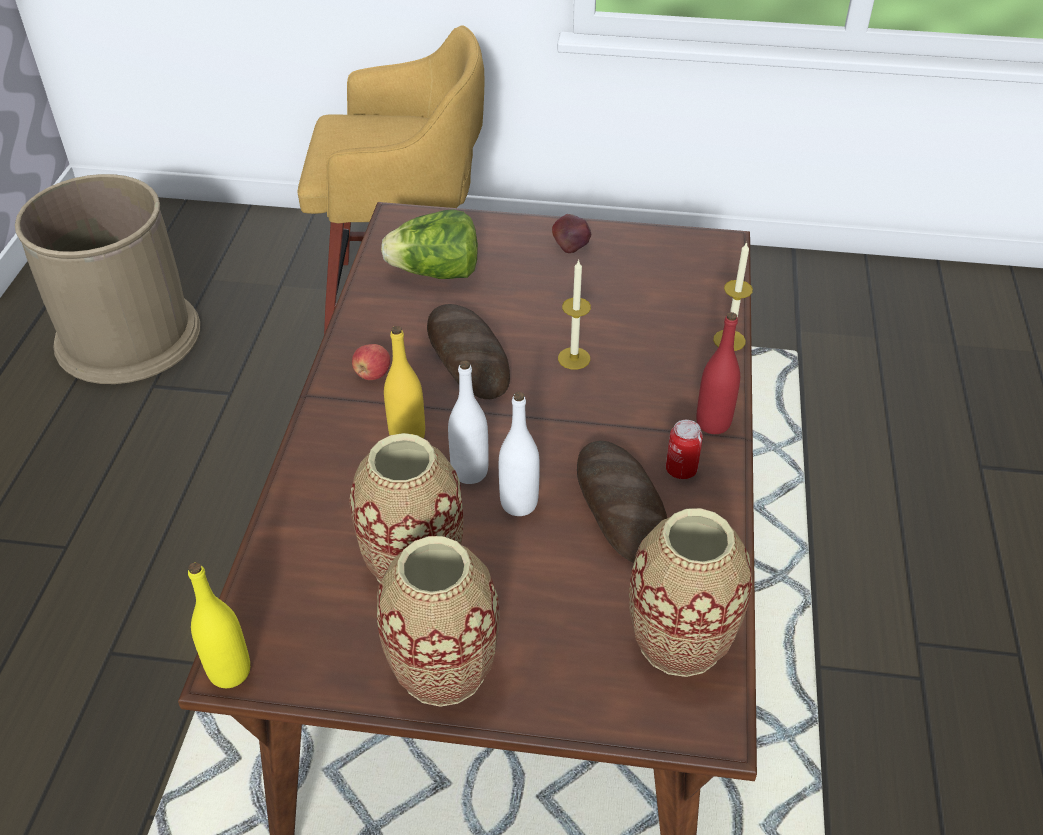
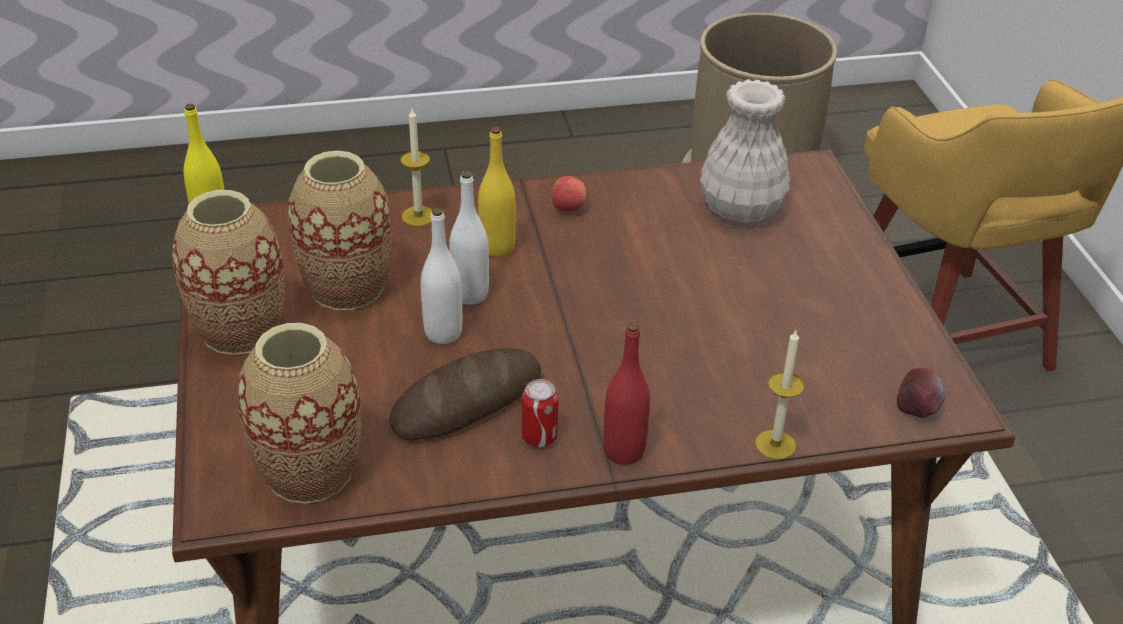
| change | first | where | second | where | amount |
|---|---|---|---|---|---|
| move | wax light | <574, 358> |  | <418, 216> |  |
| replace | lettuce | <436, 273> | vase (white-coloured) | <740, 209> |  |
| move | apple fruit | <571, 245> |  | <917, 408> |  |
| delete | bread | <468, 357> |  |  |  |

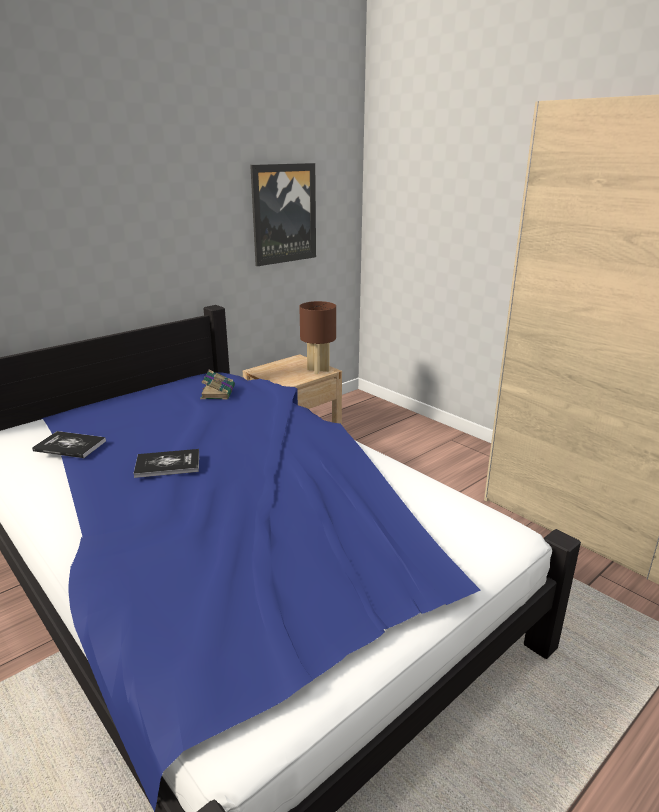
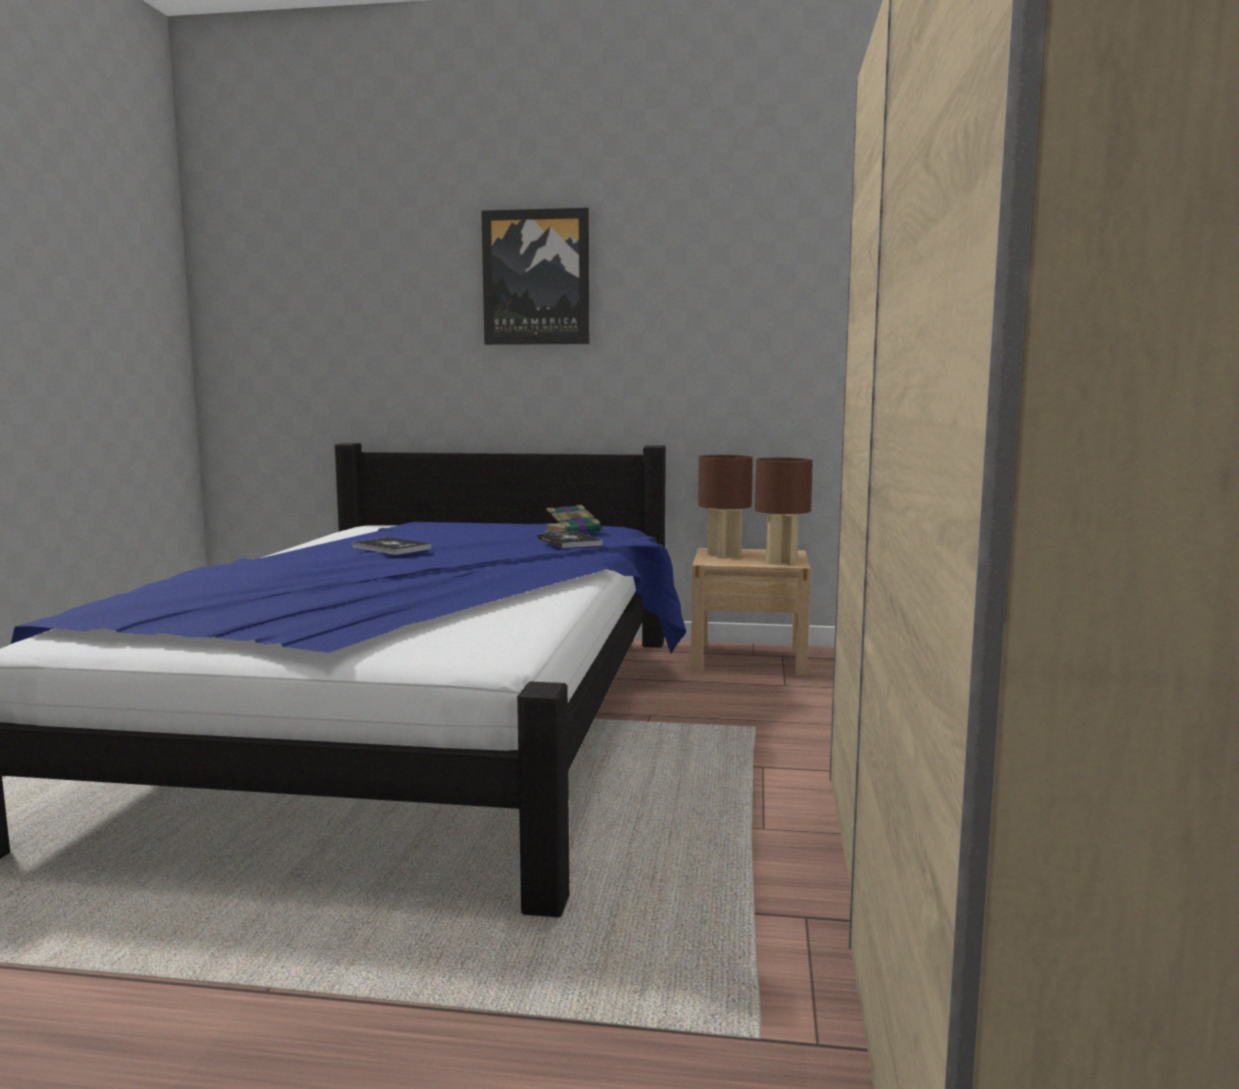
| change | first | where | second | where | amount |
|---|---|---|---|---|---|
| move | picture | <283, 214> |  | <536, 278> |  |
| move | book | <70, 446> |  | <569, 542> |  |
| insert |  |  | table lamp (brownish) | <724, 555> |  |

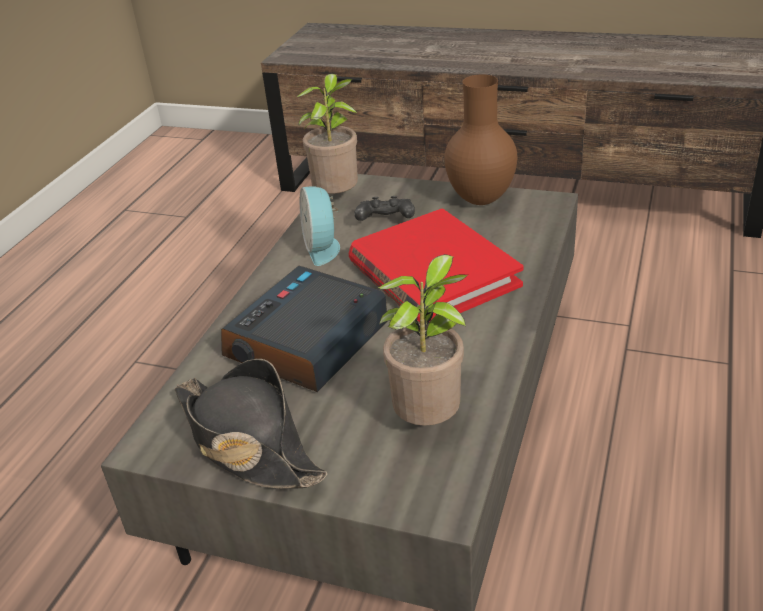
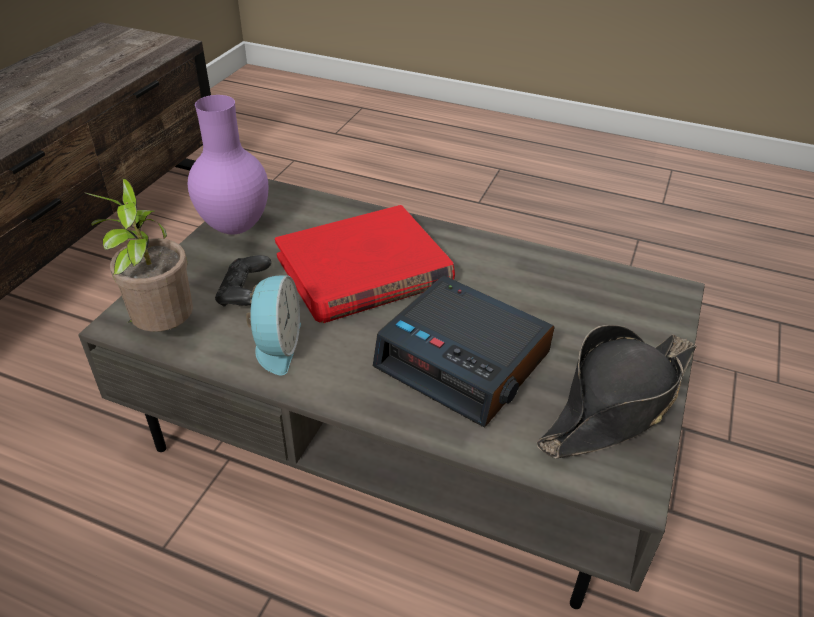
| change | first | where | second | where | amount |
|---|---|---|---|---|---|
| recolor | vase (brownish) | <479, 200> | vase (purplish) | <235, 229> |  |
| rotate | alarm clock | <323, 247> |  | <276, 346> | 75 degrees counterclockwise |
| delete | potted plant | <431, 421> |  |  |  |

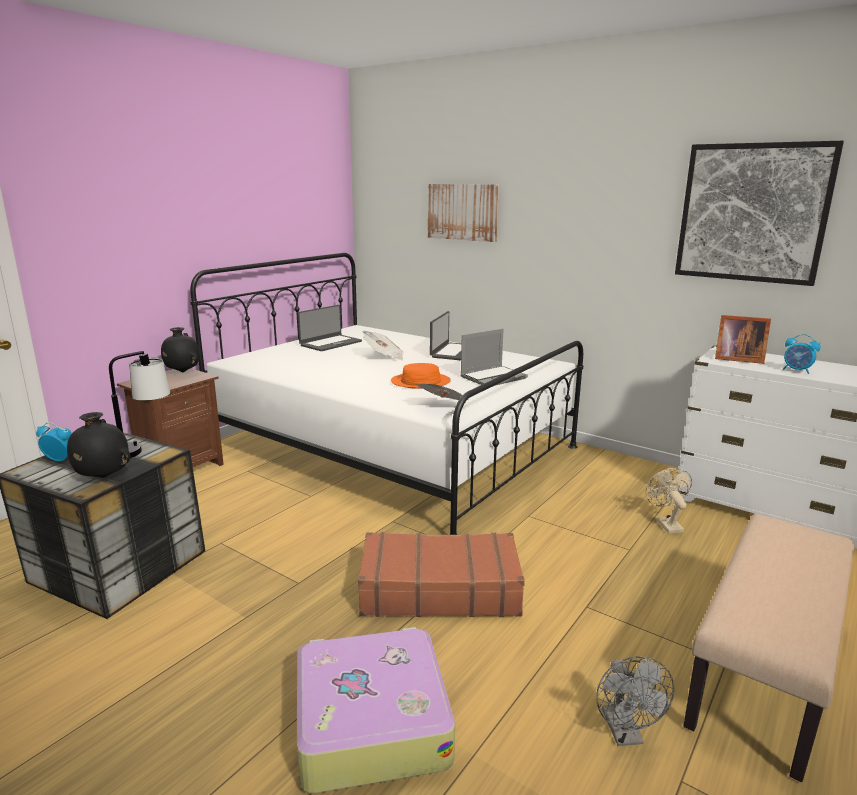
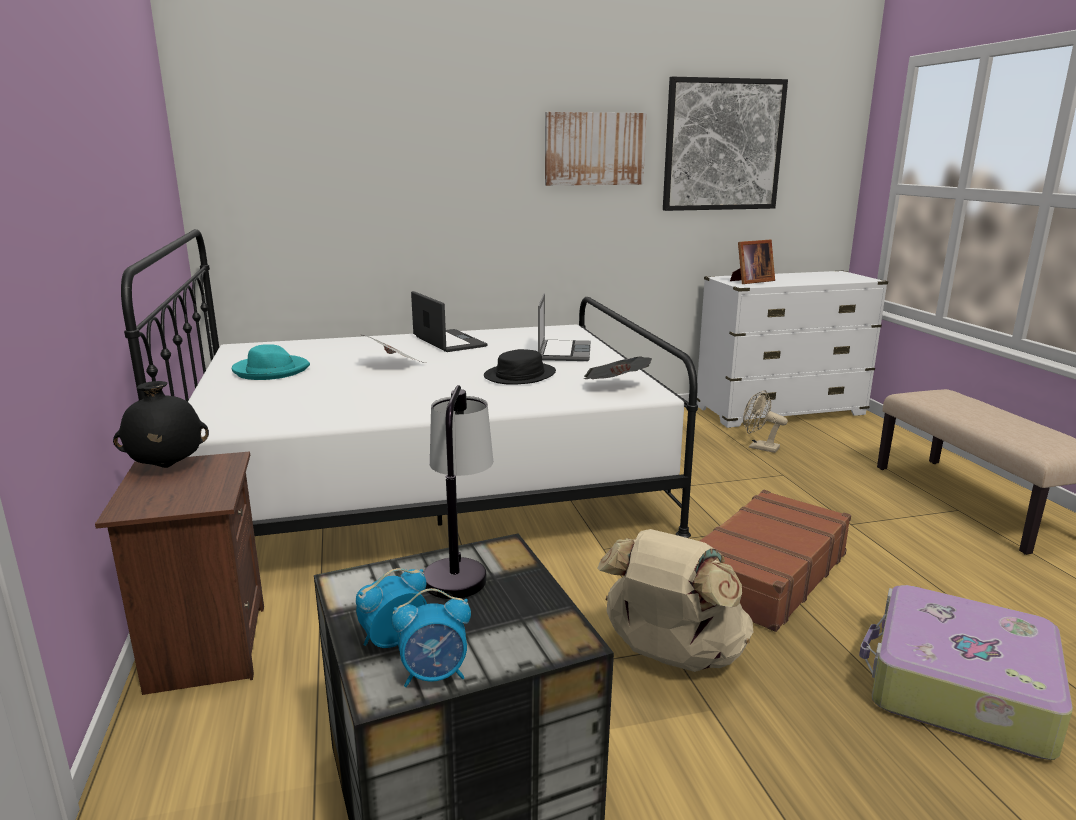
| change | first | where | second | where | amount |
|---|---|---|---|---|---|
| replace | laptop | <330, 343> | hat (blue-green) | <270, 370> |  |
| move | alarm clock | <797, 371> |  | <435, 675> |  |
| recolor | hat (orange-coloured) | <420, 382> | hat (black) | <520, 375> |  |
| move | picture | <462, 212> |  | <594, 149> |  |
| insert |  |  | rucksack (sand-coloured) | <671, 656> |  |
| delete | vase (black) | <102, 477> |  |  |  |
| delete | electric fan (grey) | <625, 734> |  |  |  |

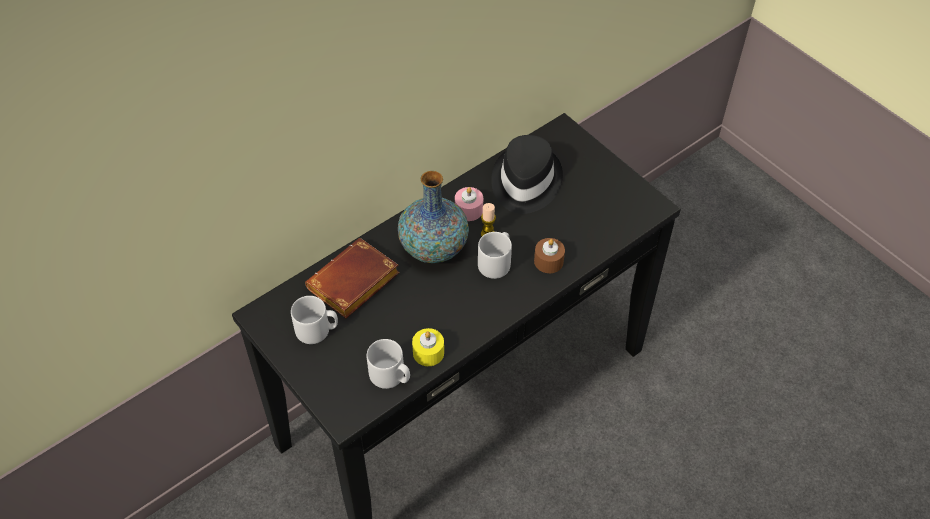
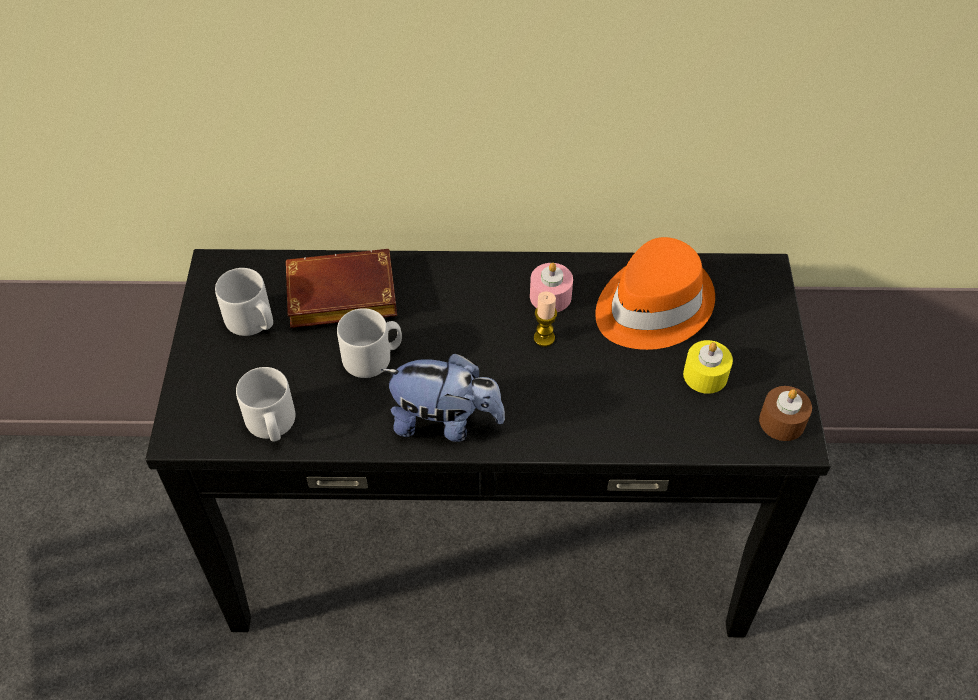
| change | first | where | second | where | amount |
|---|---|---|---|---|---|
| move | coffee mug (grey) | <496, 263> |  | <373, 358> |  |
| insert |  |  | cuddly toy | <445, 422> |  |
| recolor | hat (black) | <525, 182> | hat (orange-coloured) | <651, 306> |  |
| move | wax light (yellowish) | <428, 352> |  | <705, 375> |  |
| move | wax light (brownish) | <548, 261> |  | <782, 421> |  |
| delete | vase | <433, 247> |  |  |  |

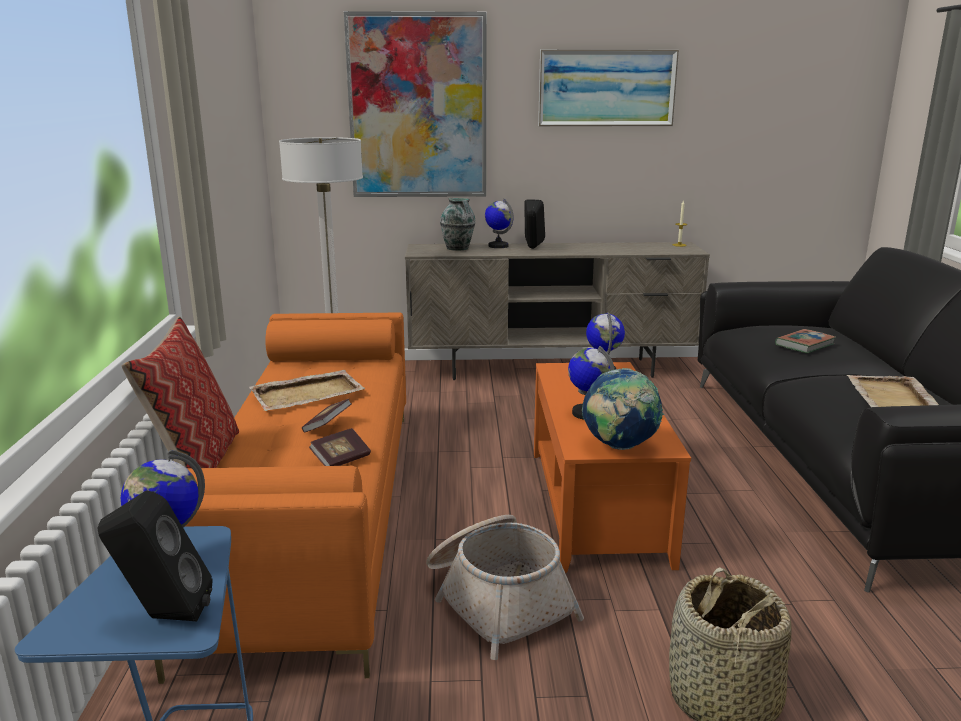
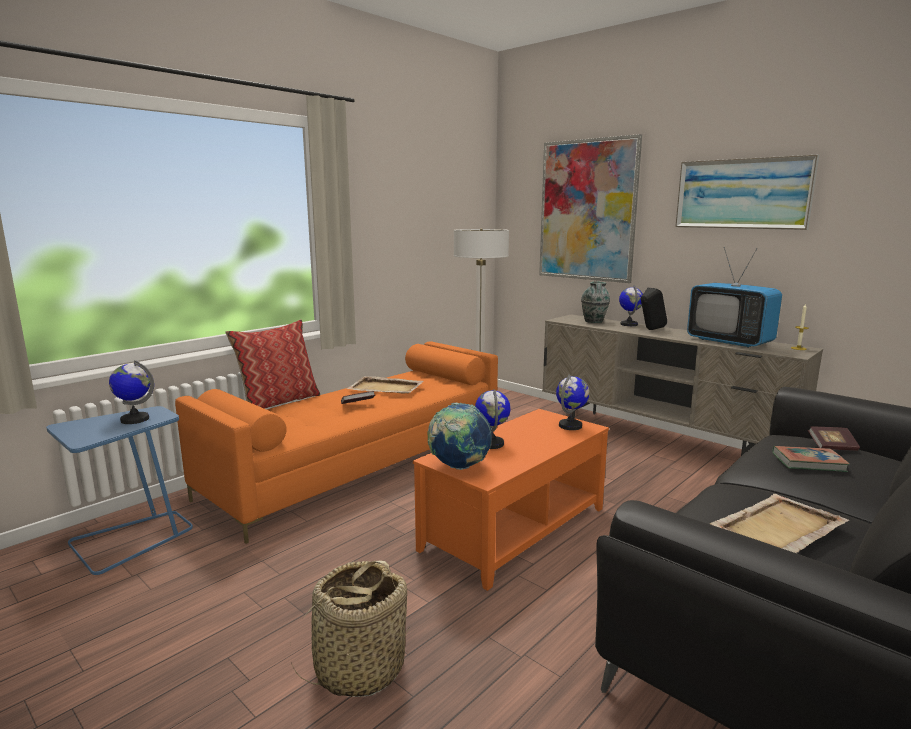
| change | first | where | second | where | amount |
|---|---|---|---|---|---|
| insert |  |  | television | <729, 342> |  |
| move | book | <341, 459> |  | <832, 447> |  |
| delete | audio speaker (black) | <163, 616> |  |  |  |
| delete | storage basket | <497, 599> |  |  |  |

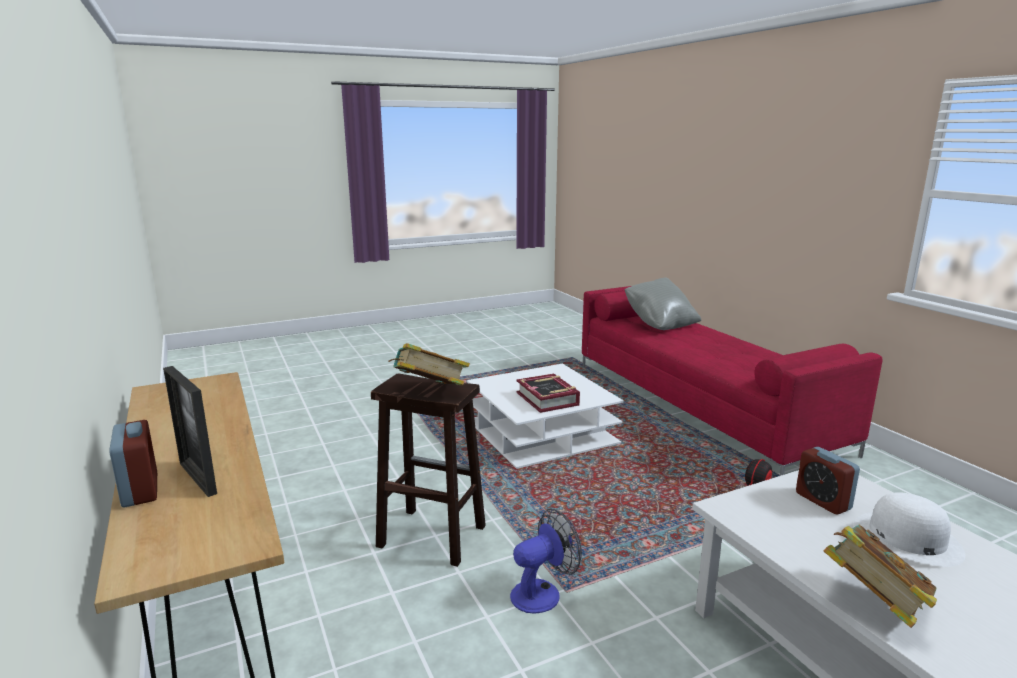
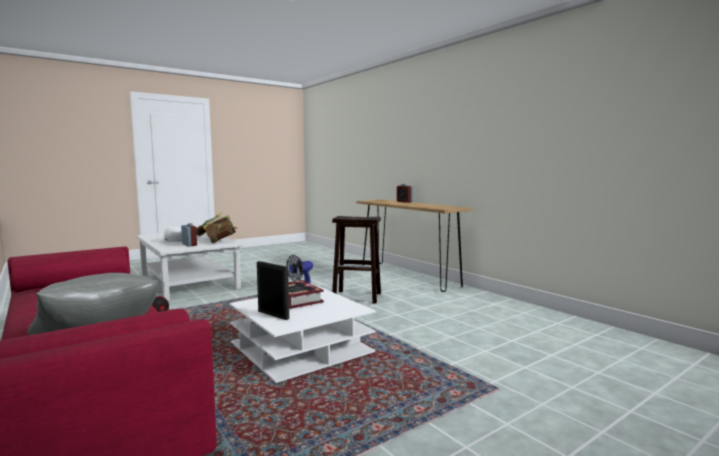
| change | first | where | second | where | amount |
|---|---|---|---|---|---|
| move | book | <429, 392> |  | <221, 241> |  |
| move | picture frame | <197, 478> |  | <273, 315> |  |

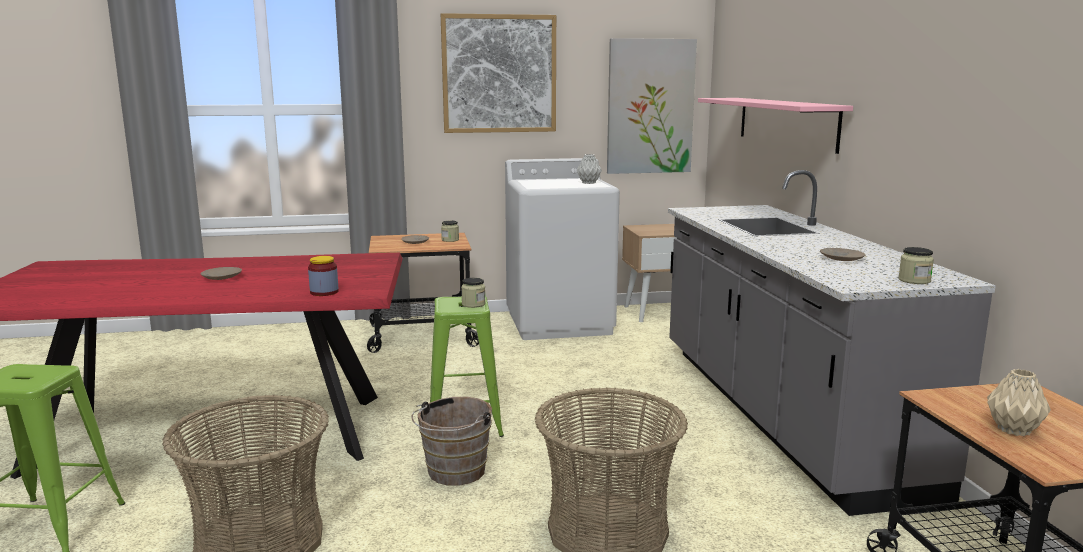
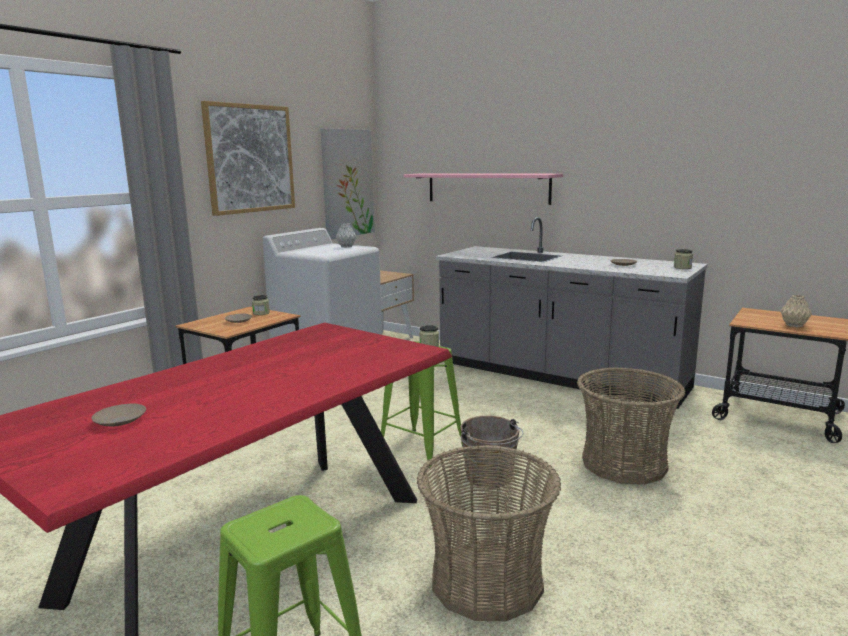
| change | first | where | second | where | amount |
|---|---|---|---|---|---|
| move | dinner plate (sand-coloured) | <221, 277> |  | <120, 421> |  |
| delete | jar | <324, 292> |  |  |  |

